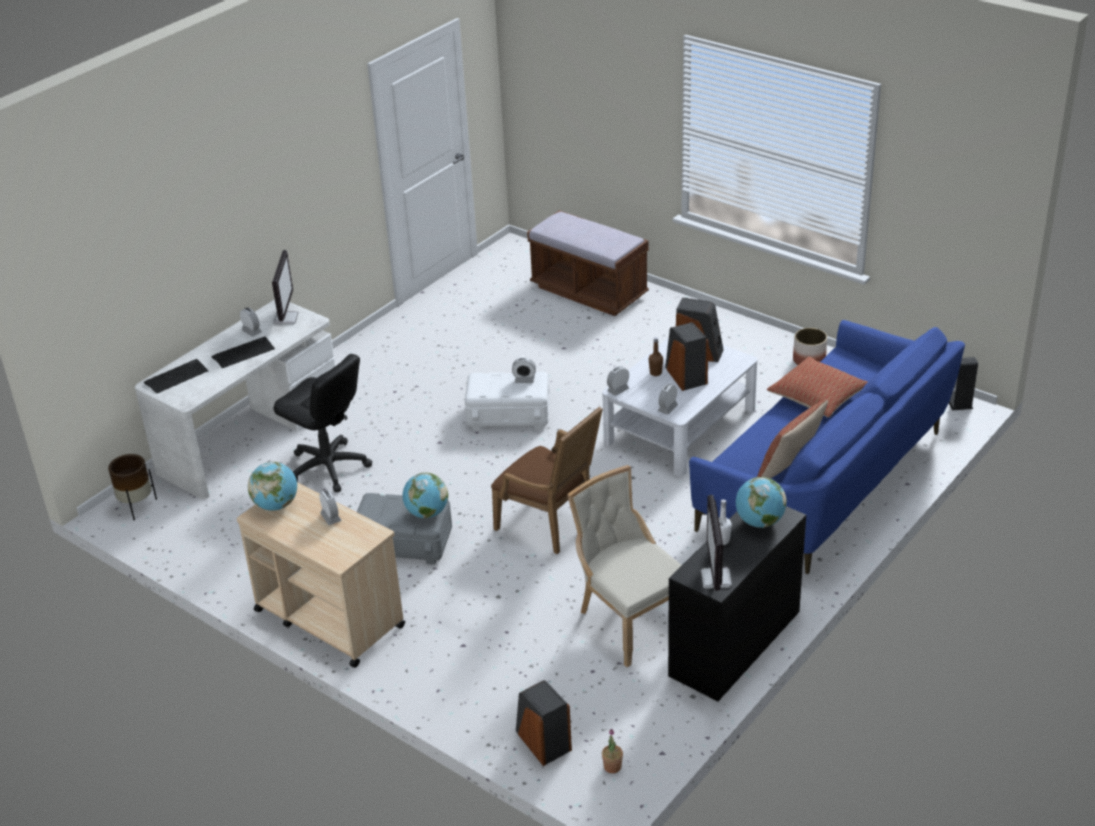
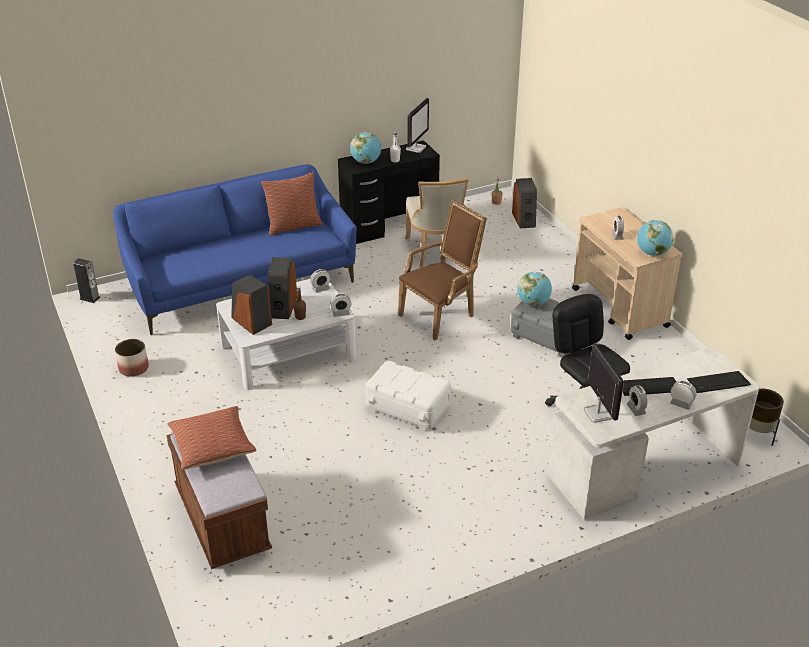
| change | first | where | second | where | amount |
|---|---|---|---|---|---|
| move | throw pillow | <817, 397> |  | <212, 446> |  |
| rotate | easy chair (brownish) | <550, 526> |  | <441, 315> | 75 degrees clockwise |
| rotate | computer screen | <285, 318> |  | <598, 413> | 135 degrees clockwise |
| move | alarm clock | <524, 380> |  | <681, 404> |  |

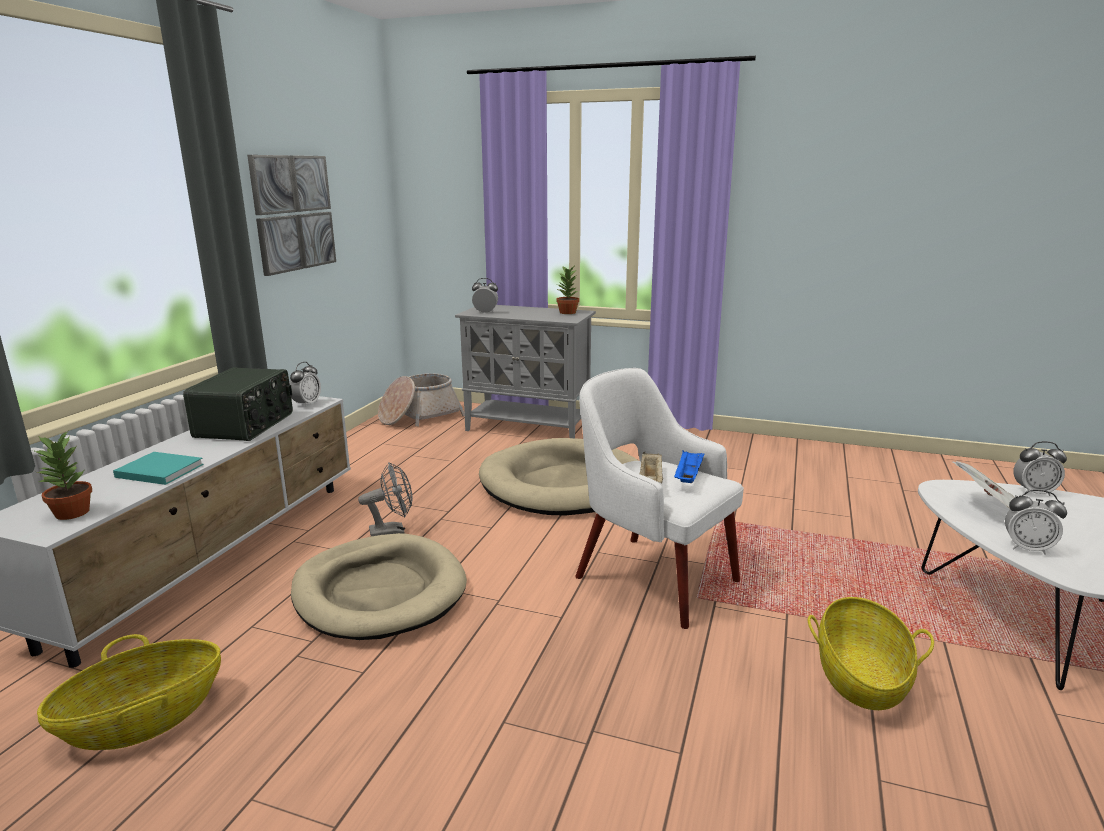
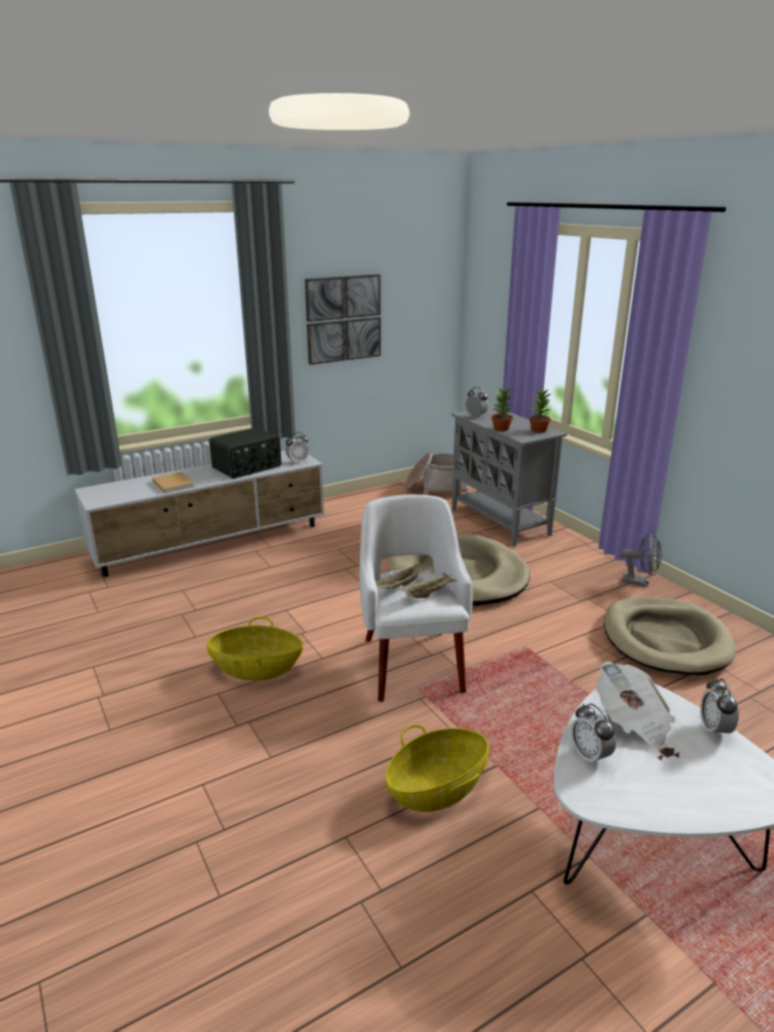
| change | first | where | second | where | amount |
|---|---|---|---|---|---|
| recolor | book (blue-green) | <158, 470> | book (sand-coloured) | <173, 484> |  |
| move | storage basket | <143, 719> |  | <256, 668> |  |
| recolor | tray (bluish) | <688, 476> | tray (sand-coloured) | <429, 593> |  |
| move | potted plant | <73, 513> |  | <501, 429> |  |
| move | dog cushion (sand-coloured) | <379, 592> |  | <665, 640> |  |
| move | electric fan (grey) | <393, 531> |  | <639, 582> |  |
| rotate | alarm clock | <1033, 492> |  | <714, 729> | 45 degrees clockwise |

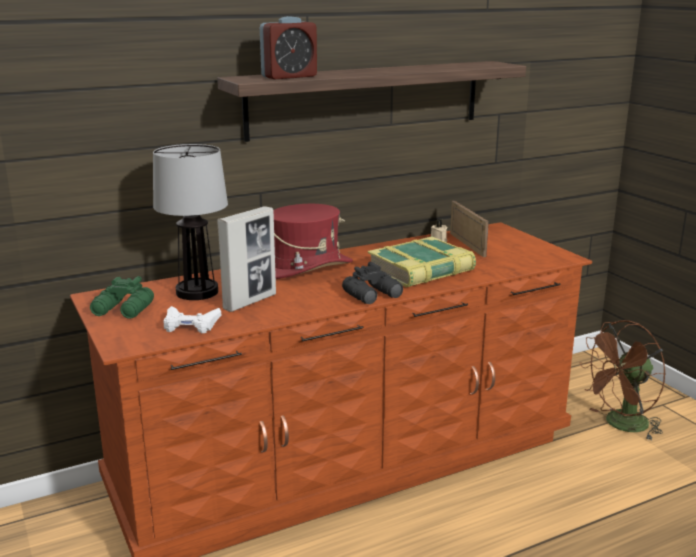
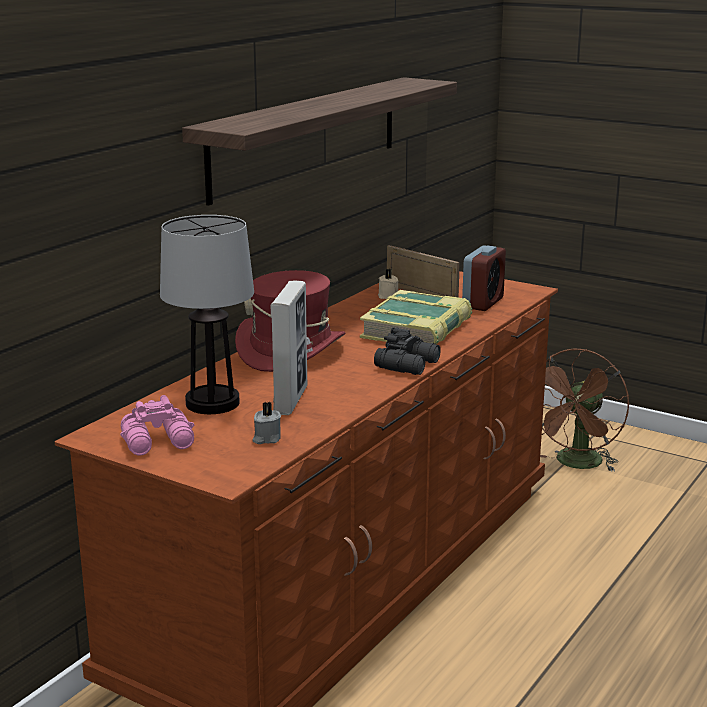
| change | first | where | second | where | amount |
|---|---|---|---|---|---|
| recolor | pair of binoculars (green-coloured) | <123, 310> | pair of binoculars (pink-coloured) | <159, 442> |  |
| replace | gamepad (white-coloured) | <190, 325> | wax light (grey) | <266, 438> |  |
| move | alarm clock | <289, 77> |  | <482, 303> |  |

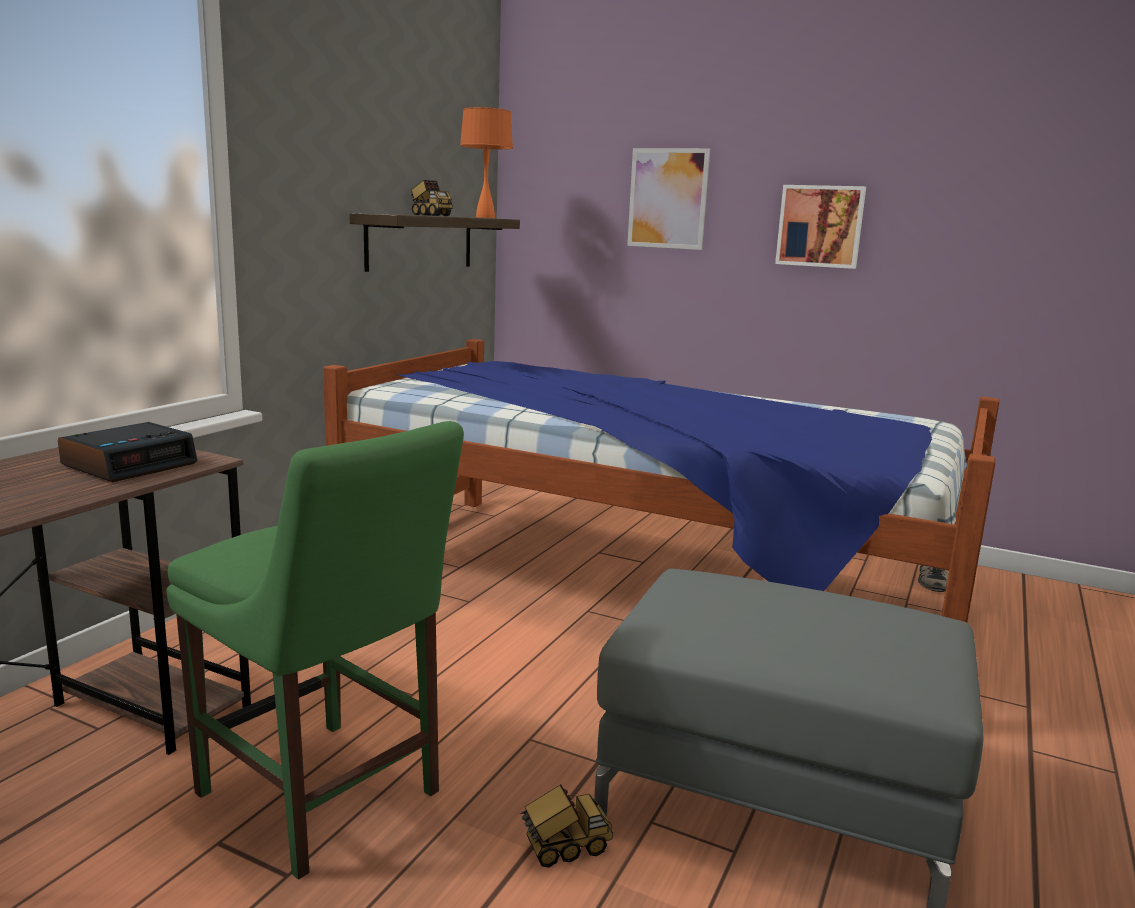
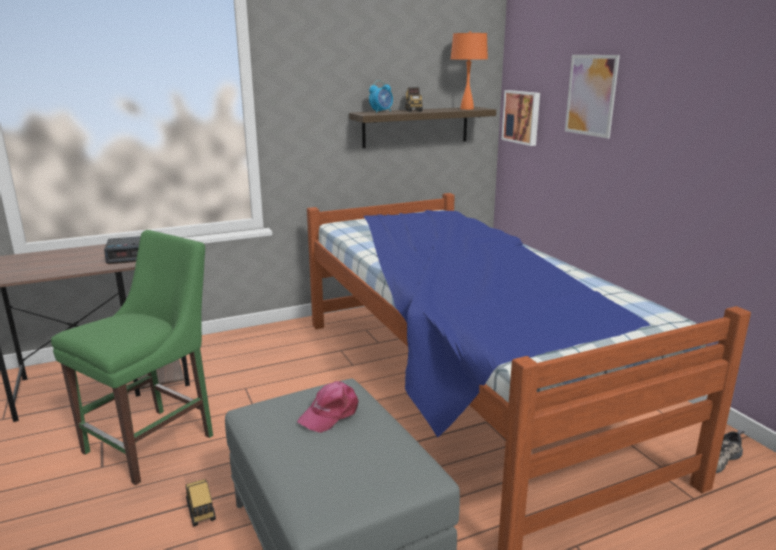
| change | first | where | second | where | amount |
|---|---|---|---|---|---|
| rotate | upright chair (green-coloured) | <324, 798> |  | <155, 441> | 135 degrees counterclockwise |
| rotate | model truck | <564, 849> |  | <201, 513> | 135 degrees counterclockwise |
| insert |  |  | cap (pink-coloured) | <330, 413> |  |
| insert |  |  | alarm clock | <381, 112> |  |
| move | picture | <820, 226> |  | <522, 117> |  |

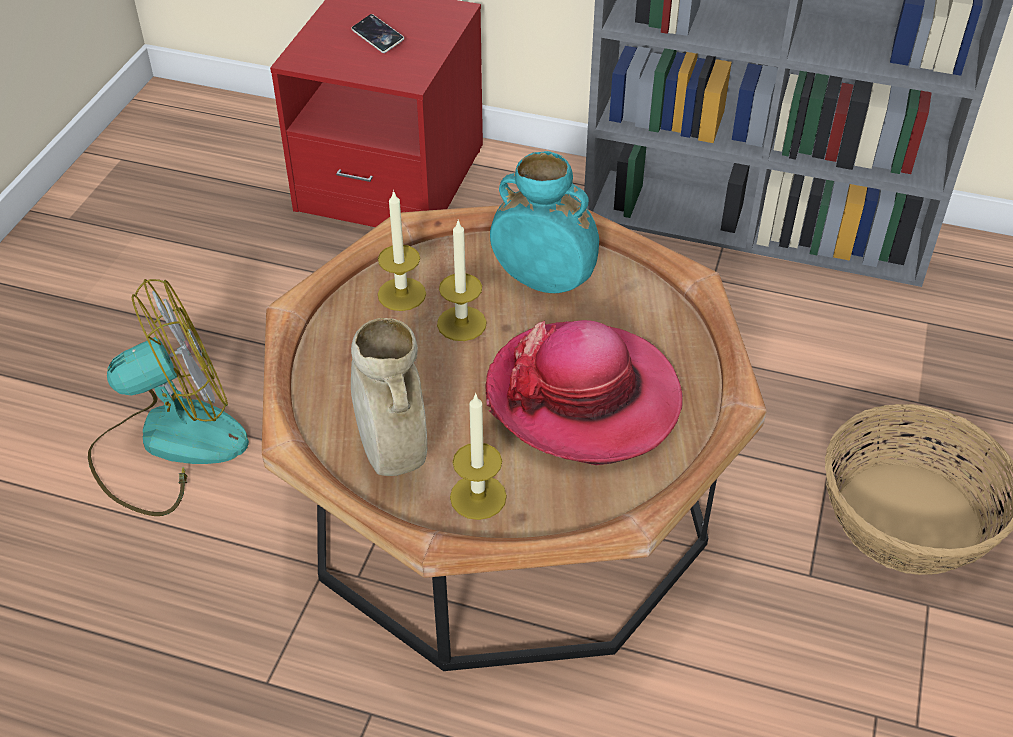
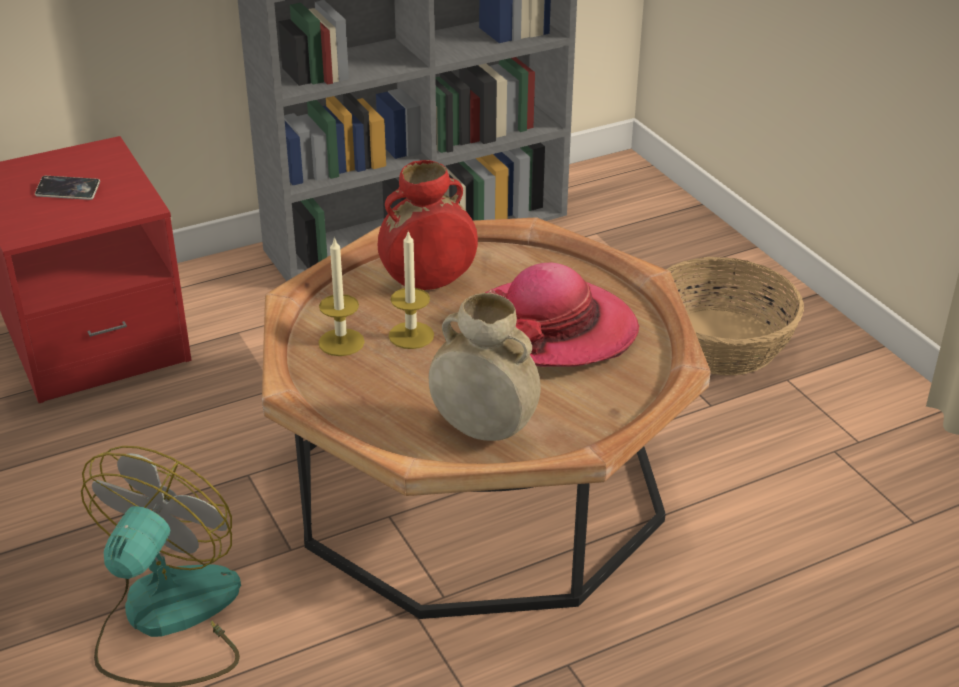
| change | first | where | second | where | amount |
|---|---|---|---|---|---|
| recolor | vase (blue-green) | <544, 282> | vase (reddish) | <428, 283> |  |
| delete | wax light | <478, 497> |  |  |  |

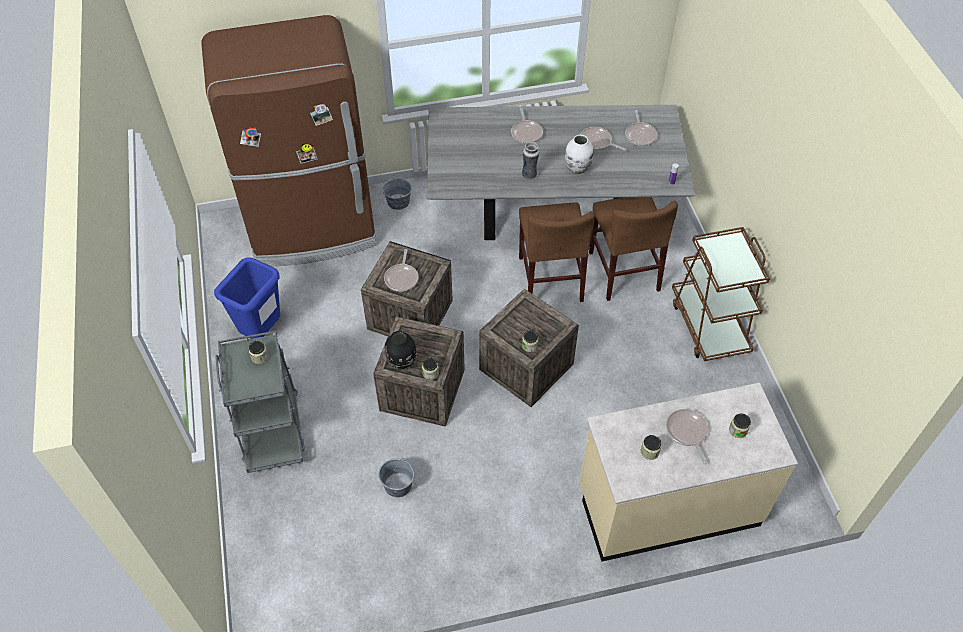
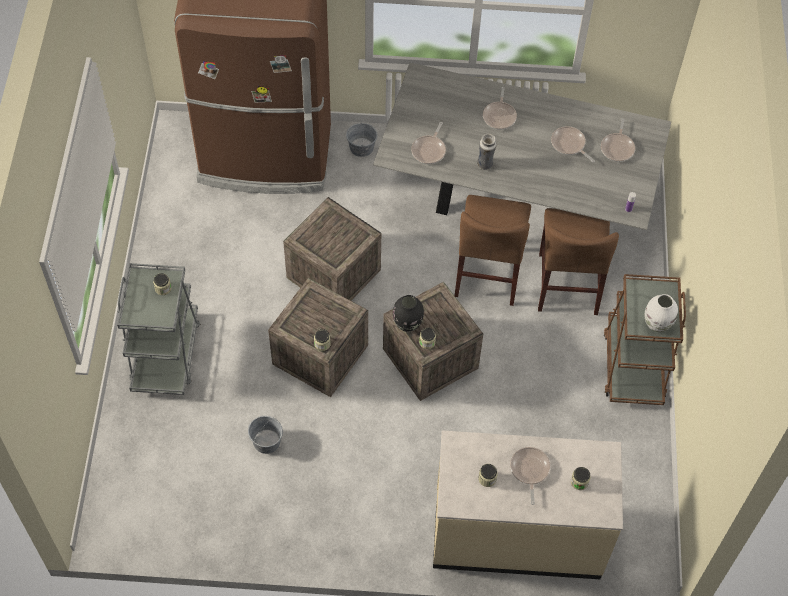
| change | first | where | second | where | amount |
|---|---|---|---|---|---|
| move | vase (black) | <402, 362> |  | <408, 324> |  |
| move | skillet | <402, 278> |  | <429, 150> |  |
| move | vase (white-coloured) | <577, 168> |  | <657, 324> |  |
| delete | rubbish bin (bluish) | <261, 332> |  |  |  |

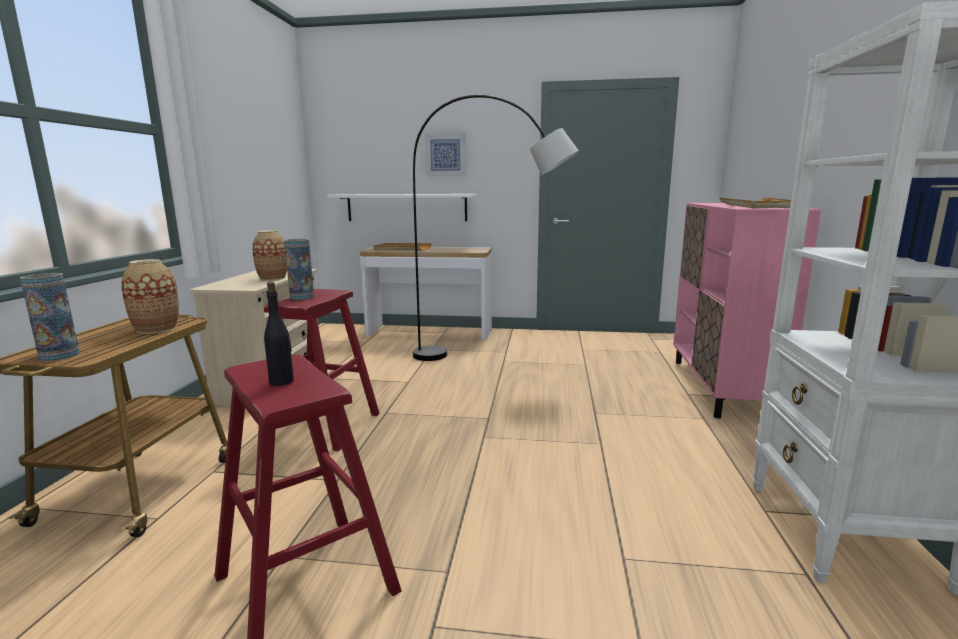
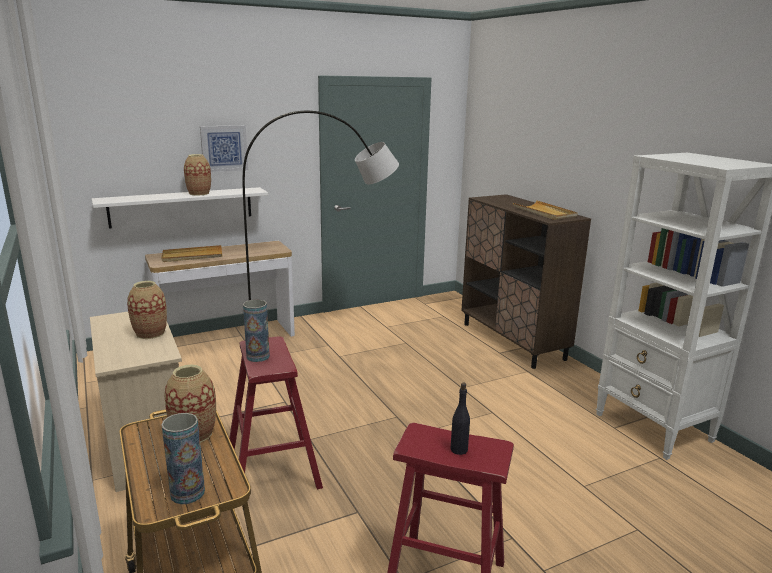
| change | first | where | second | where | amount |
|---|---|---|---|---|---|
| insert |  |  | vase | <199, 193> |  |
| recolor | cupboard (pink-coloured) | <721, 387> | cupboard (brownish) | <512, 341> |  |

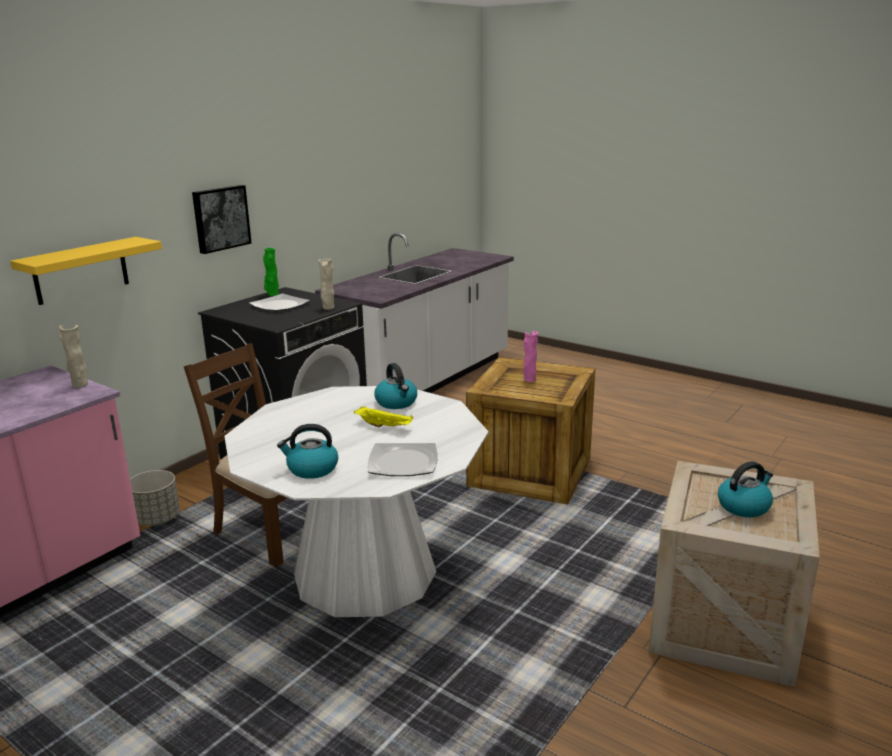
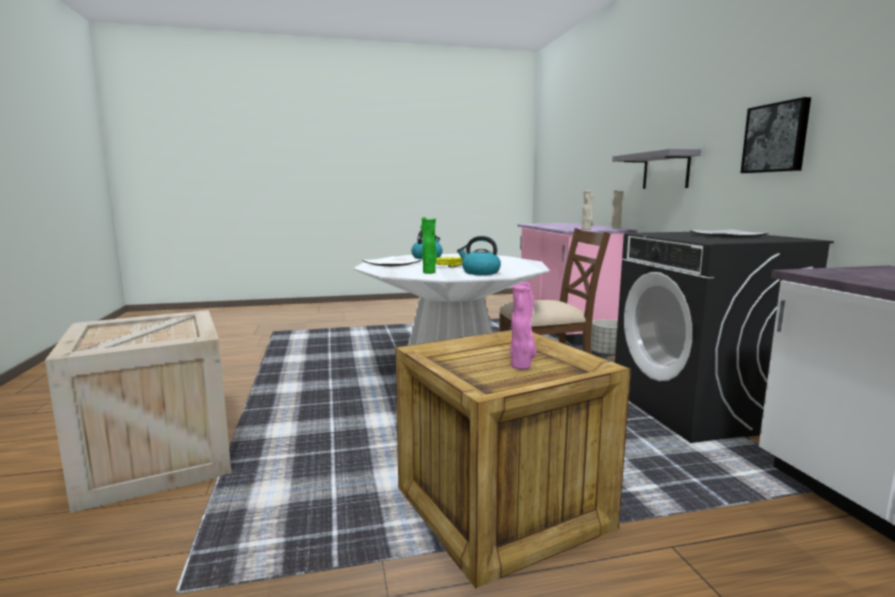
| change | first | where | second | where | amount |
|---|---|---|---|---|---|
| move | vase (green-coloured) | <272, 294> |  | <429, 272> |  |
| move | vase (sand-coloured) | <328, 308> |  | <615, 228> |  |
| recolor | wall shelf (yellowish) | <81, 271> | wall shelf (grey) | <666, 170> |  |
| delete | tea kettle | <744, 506> |  |  |  |

